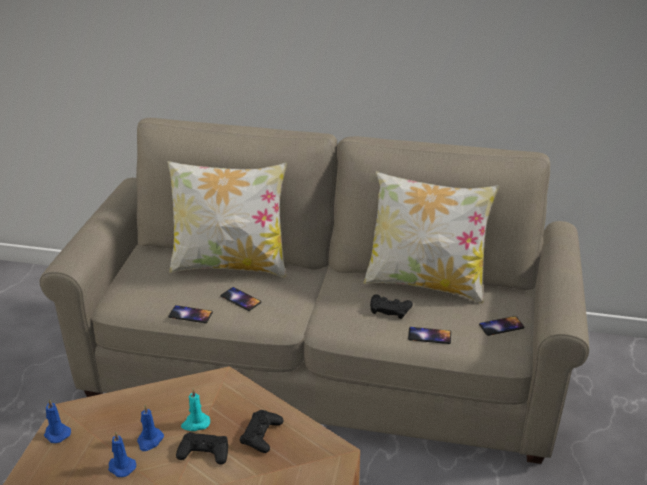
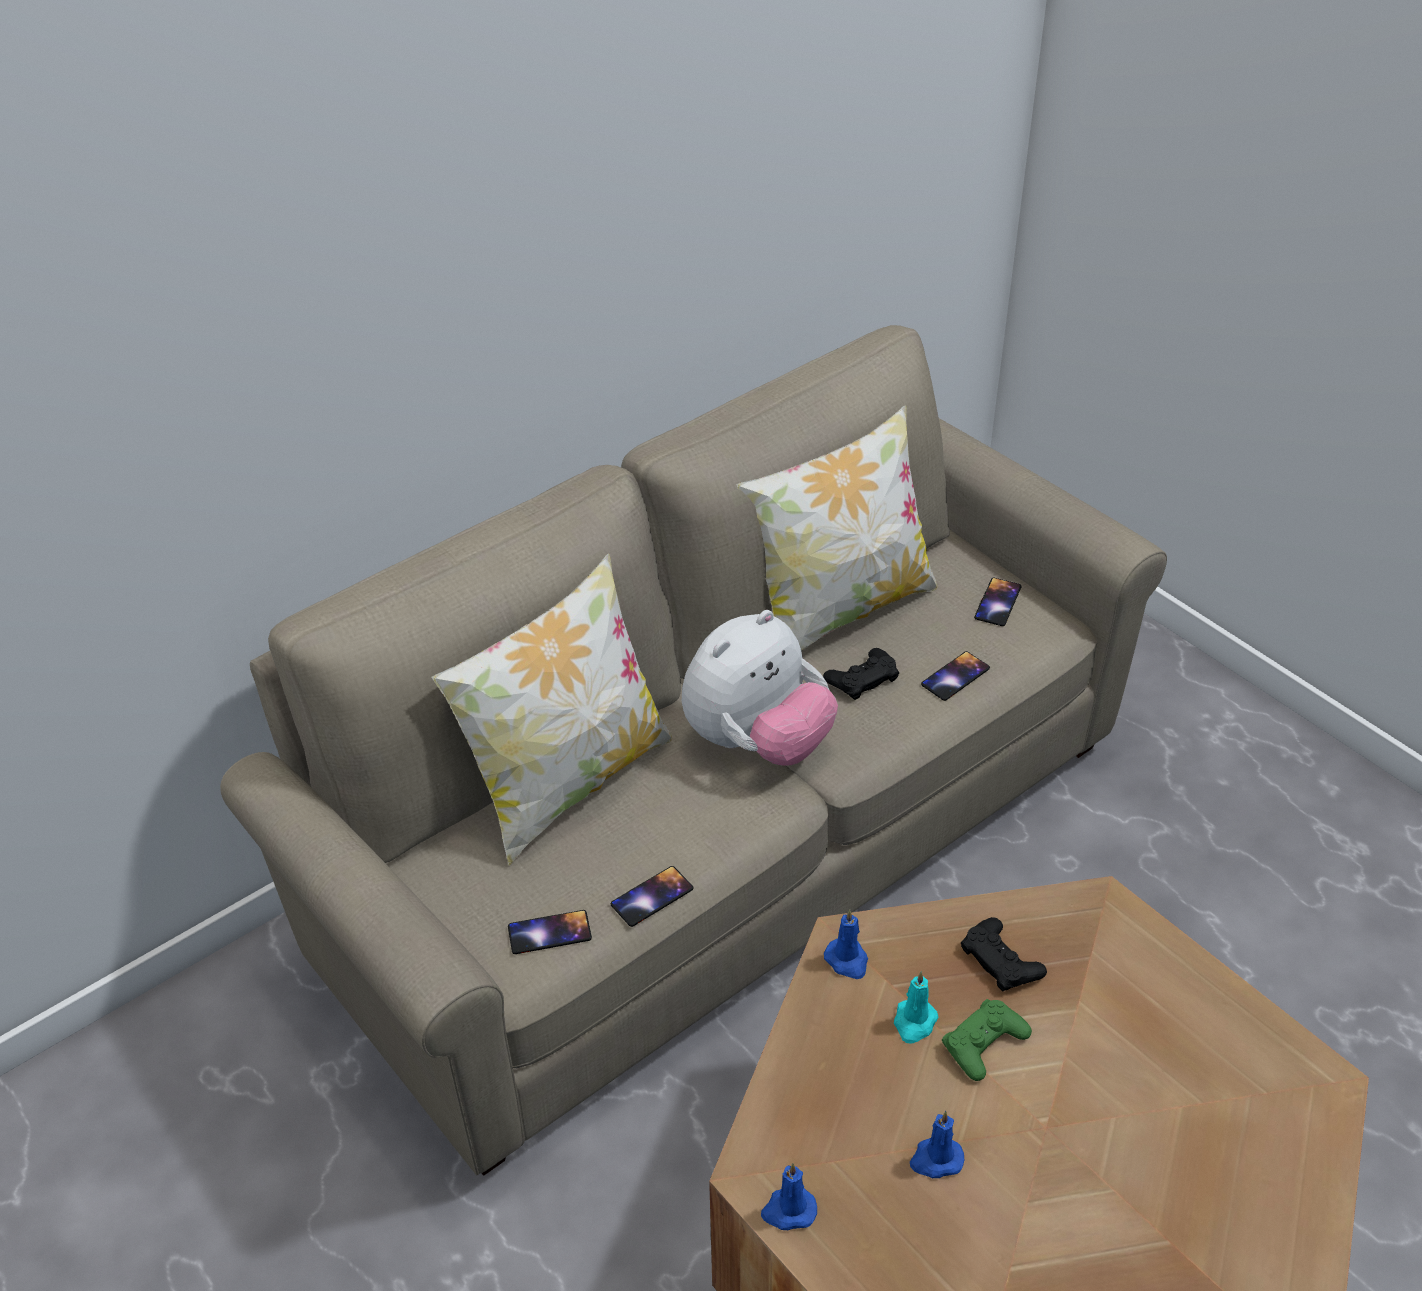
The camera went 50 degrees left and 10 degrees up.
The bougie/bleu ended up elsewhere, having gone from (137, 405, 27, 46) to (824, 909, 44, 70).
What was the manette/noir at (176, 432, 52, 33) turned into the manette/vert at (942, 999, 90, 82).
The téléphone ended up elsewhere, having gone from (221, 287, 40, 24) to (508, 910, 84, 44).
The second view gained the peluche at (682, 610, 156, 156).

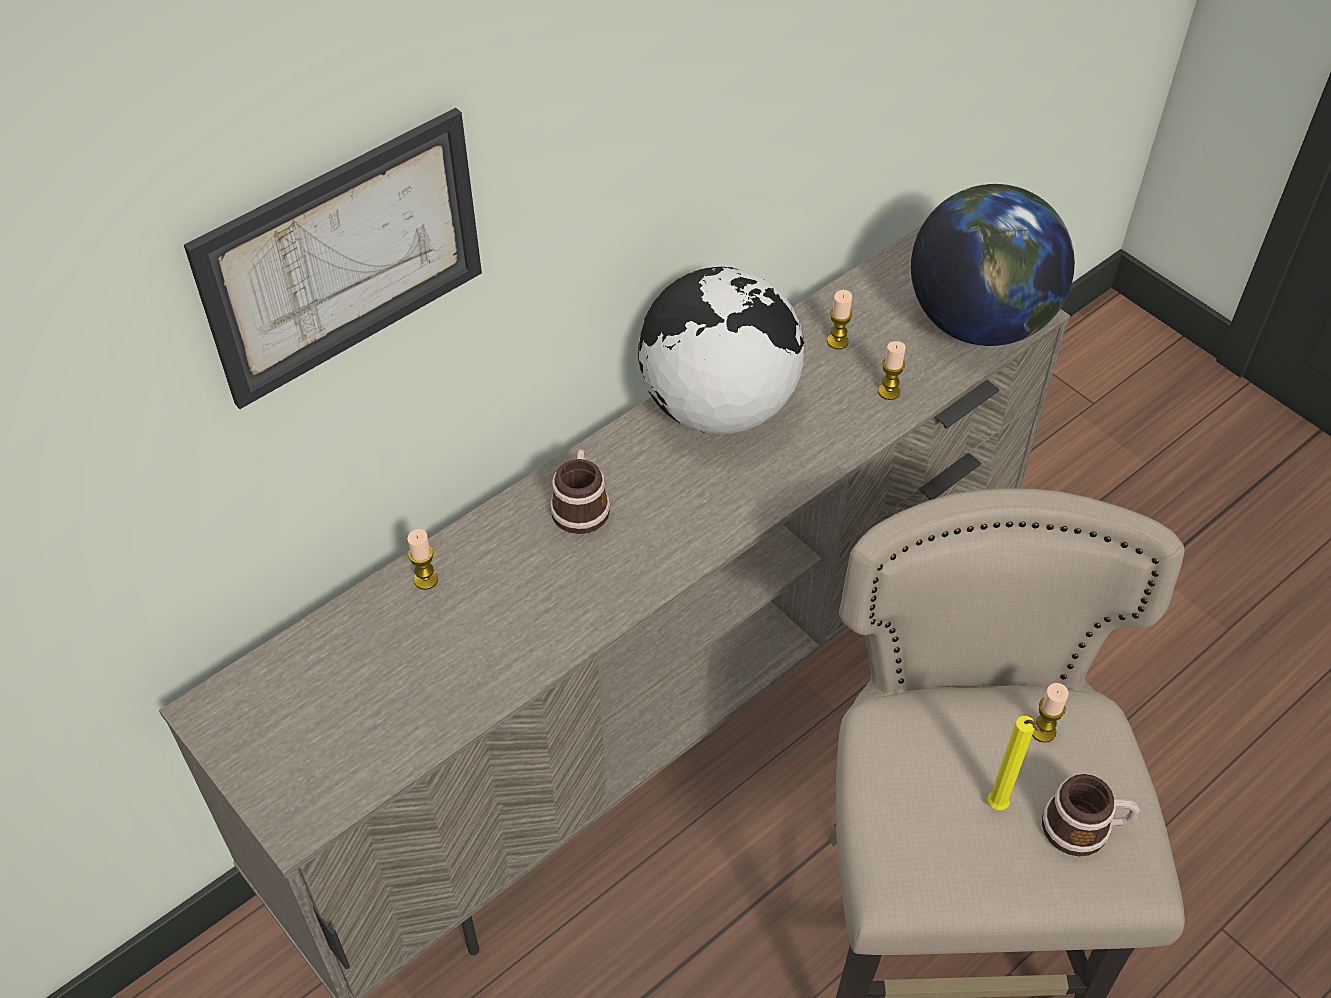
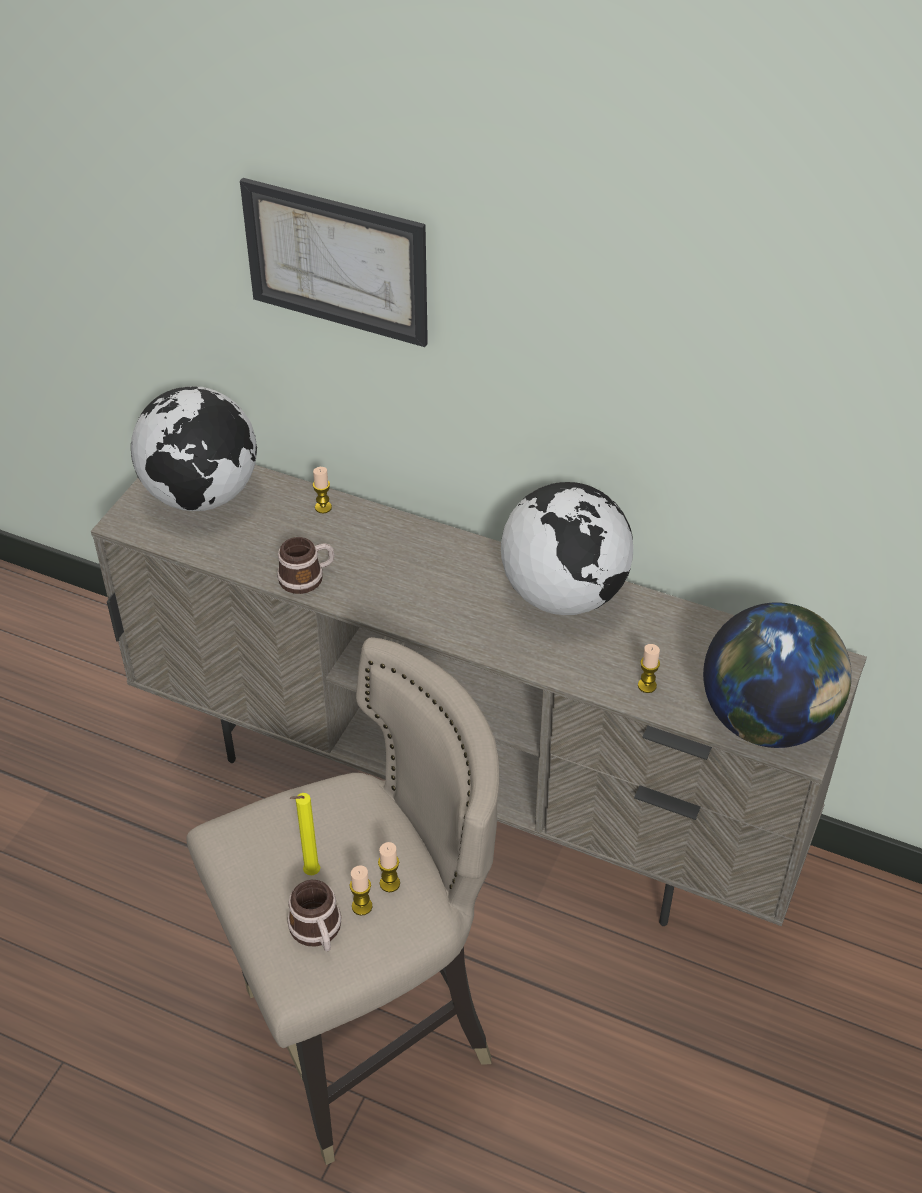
The camera went 65 degrees right and 5 degrees down.
The mug ended up elsewhere, having gone from (550, 449, 60, 85) to (277, 537, 58, 57).
The bougie ended up elsewhere, having gone from (827, 290, 25, 59) to (350, 865, 23, 51).
The second view gained the globe at (131, 386, 126, 125).

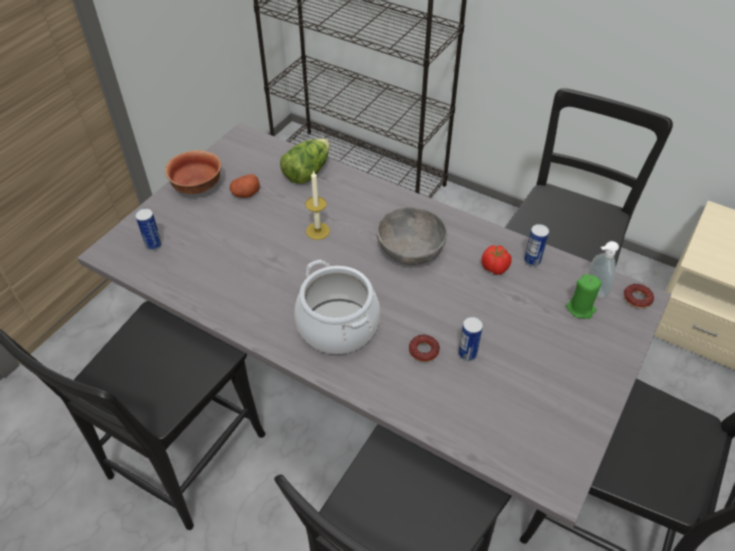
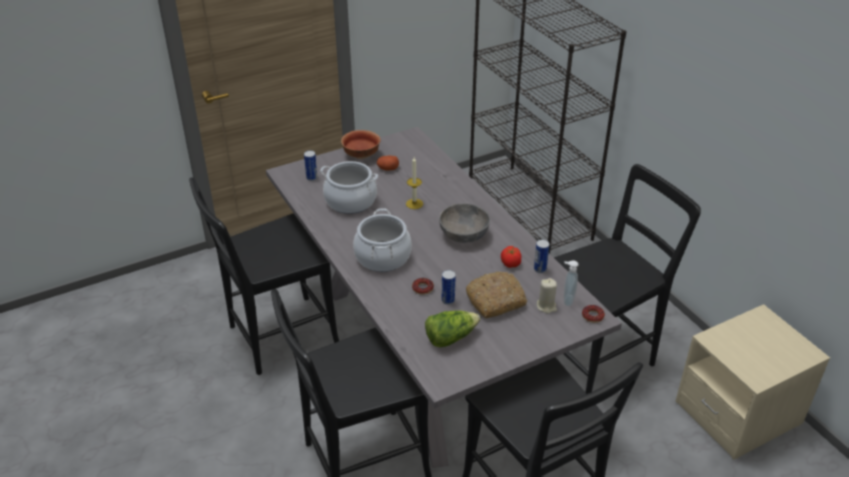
The camera went 30 degrees right and 10 degrees down.
The laitue ended up elsewhere, having gone from (280, 138, 50, 46) to (425, 310, 55, 37).
What was the bougie/vert at (566, 274, 36, 45) turned into the bougie/beige at (537, 278, 20, 36).
The second view gained the marmite at (320, 161, 58, 53).
The second view gained the pain at (466, 271, 61, 47).

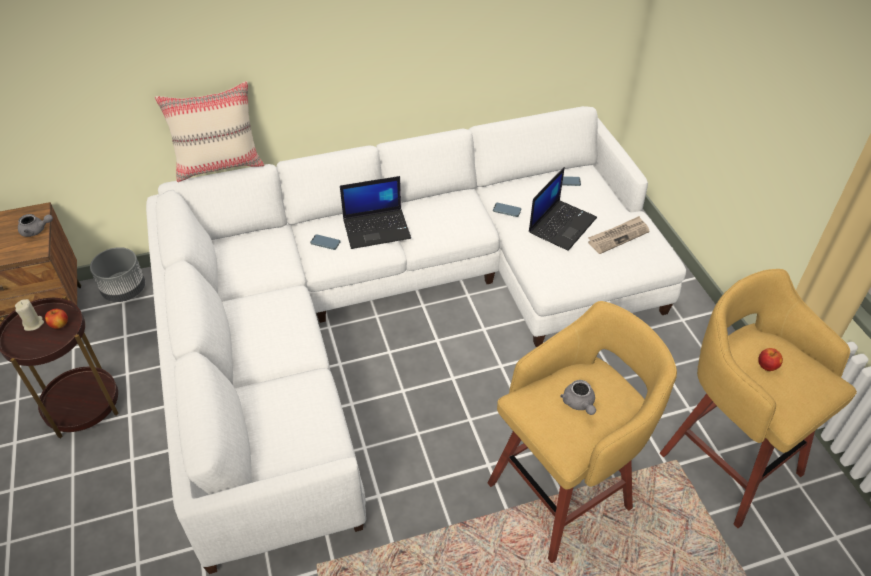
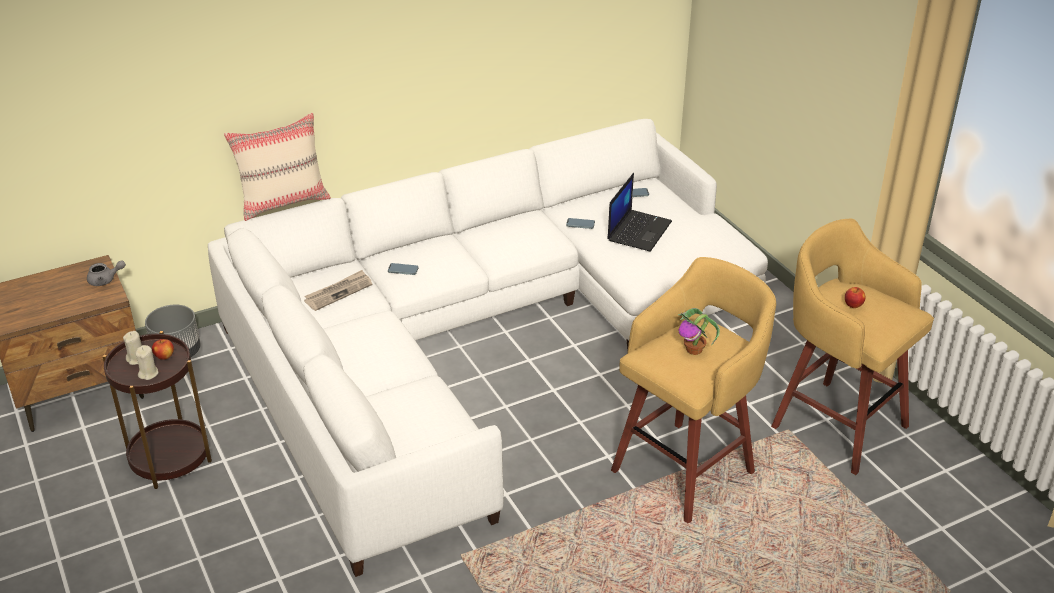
The camera went 10 degrees left and 10 degrees down.
The second view lost the ordinateur portable at (340, 176, 71, 73).
Where the théière/gris stood at (560, 380, 36, 35), the plante en pot came to stand at (678, 308, 42, 47).
The journal ended up elsewhere, having gone from (588, 216, 62, 38) to (304, 270, 68, 41).
The second view gained the bougie/beige at (135, 345, 23, 35).

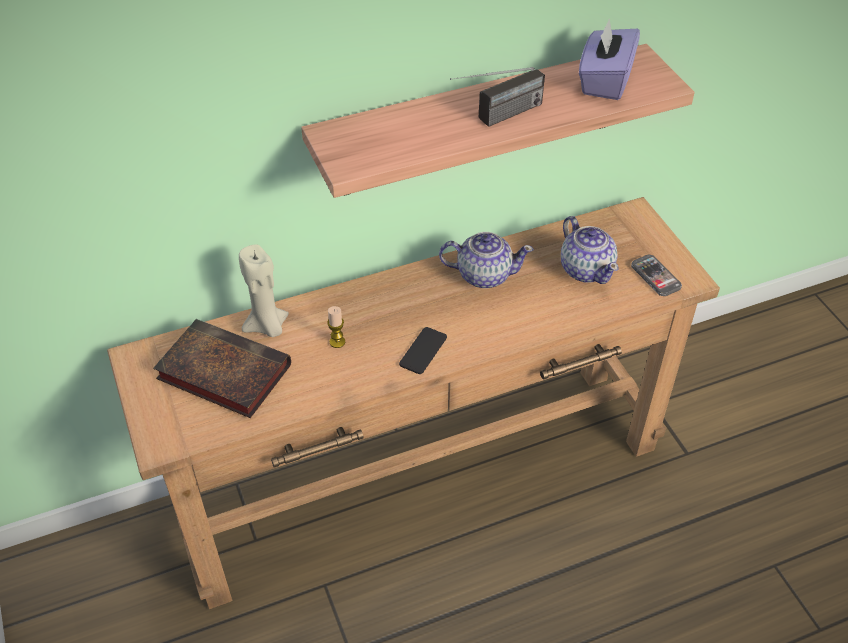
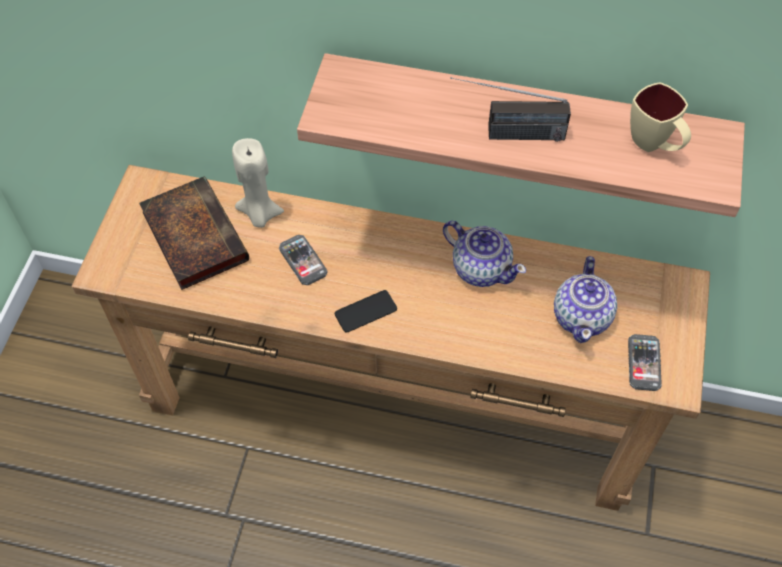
The camera went 35 degrees right and 10 degrees up.
Where the bougie stood at (327, 306, 18, 42), the téléphone came to stand at (279, 235, 49, 50).
Where the boîte à mouchoirs/violet stood at (579, 19, 61, 81), the mug/beige came to stand at (630, 82, 61, 70).

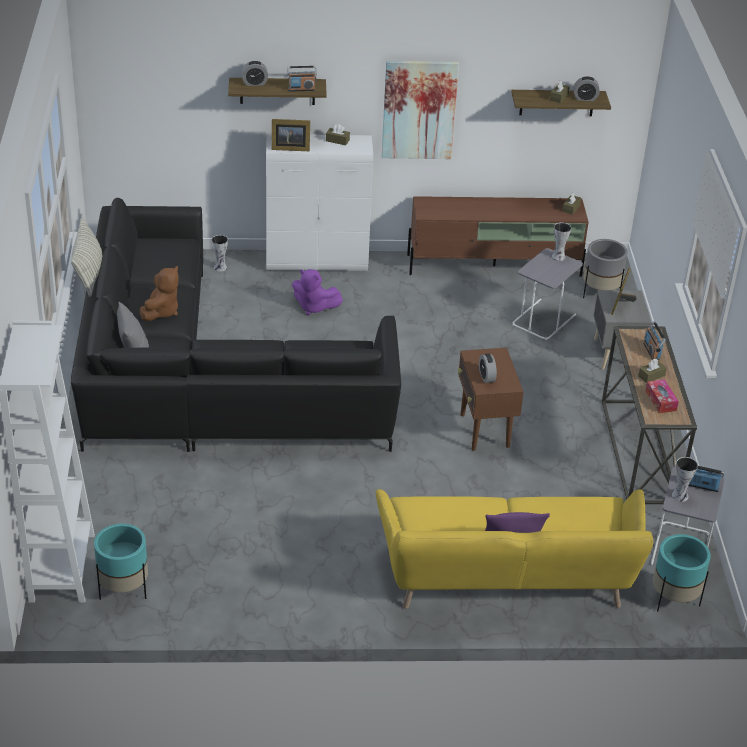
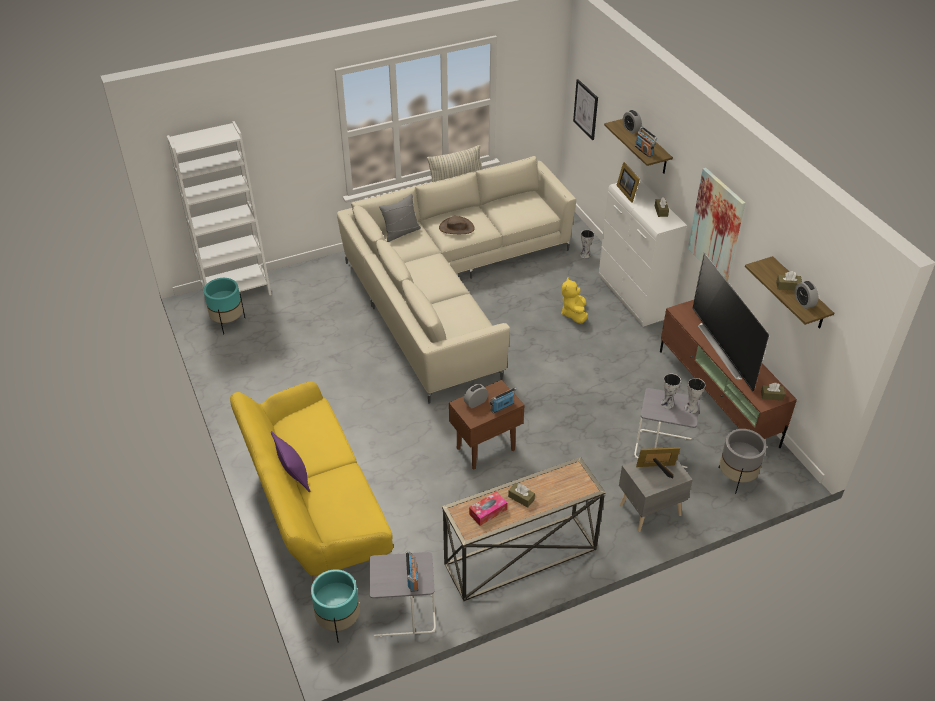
The camera went 70 degrees right and 5 degrees up.
What was the canapé/noir at (71, 198, 330, 254) turned into the canapé/beige at (337, 156, 239, 247).
Where the peluche/marron stood at (140, 266, 39, 55), the chapeau/marron came to stand at (439, 216, 36, 18).
What was the peluche/violet at (292, 269, 51, 46) turned into the peluche/jaune at (561, 277, 27, 47).
The radio ended up elsewhere, having gone from (643, 321, 23, 39) to (490, 387, 26, 26).
The vase ended up elsewhere, having gone from (672, 457, 26, 45) to (661, 374, 20, 35).
The second view gained the tableau at (573, 79, 25, 61).
The second view gained the téléviseur at (692, 252, 77, 140).

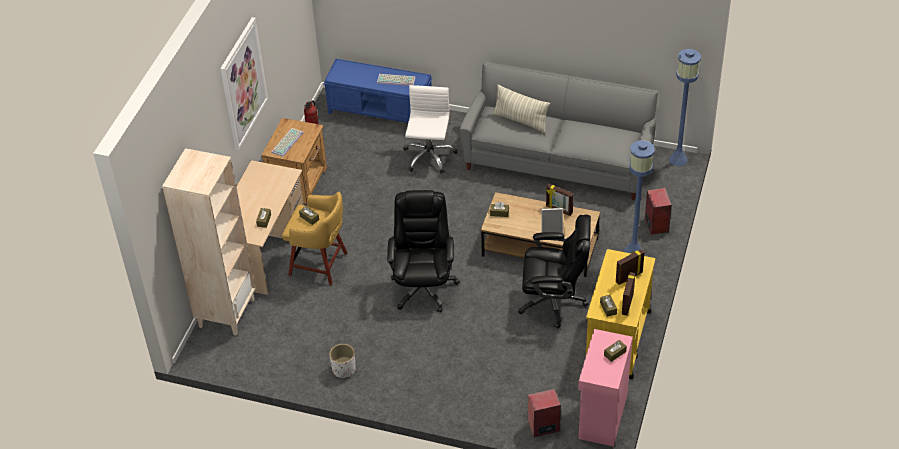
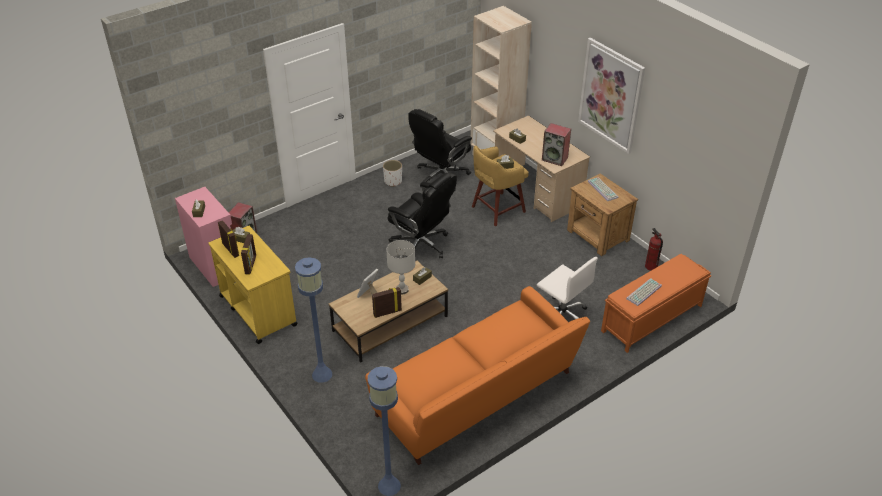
The camera went 125 degrees right and 5 degrees down.
What was the banc/bleu at (323, 59, 109, 64) turned into the banc/orange at (601, 254, 110, 99).
What was the canapé/gris at (459, 62, 199, 138) turned into the canapé/orange at (365, 286, 225, 179).
The second view lost the coussin at (492, 85, 58, 48).
The chaise de bureau/noir ended up elsewhere, having gone from (518, 215, 73, 113) to (408, 109, 64, 83).
The enceinte ended up elsewhere, having gone from (645, 188, 27, 47) to (542, 123, 29, 43).
The second view gained the lampe de table/gris at (386, 240, 29, 54).

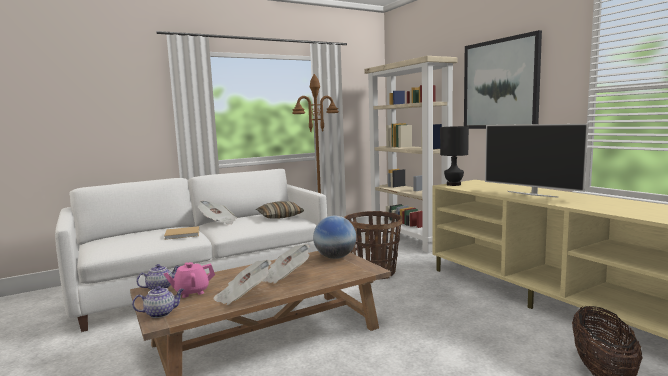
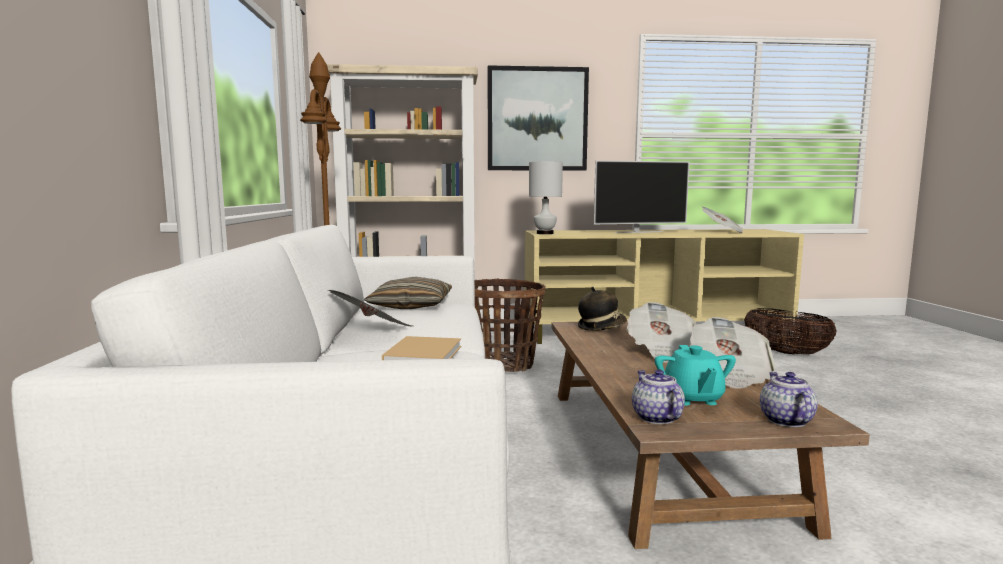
The camera went 65 degrees left and 0 degrees up.
What was the théière/rose at (164, 262, 51, 36) turned into the théière/turquoise at (655, 345, 81, 61).
Where the globe stood at (313, 215, 43, 44), the chapeau came to stand at (578, 287, 49, 44).
What was the lampe de table/noir at (440, 126, 29, 60) turned into the lampe de table/blanc at (529, 161, 34, 73).
The second view gained the journal at (701, 206, 42, 27).

